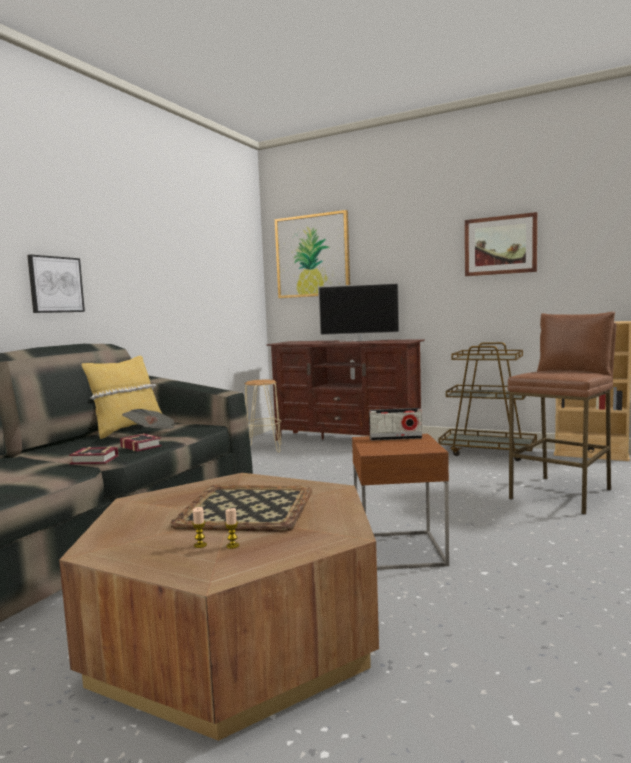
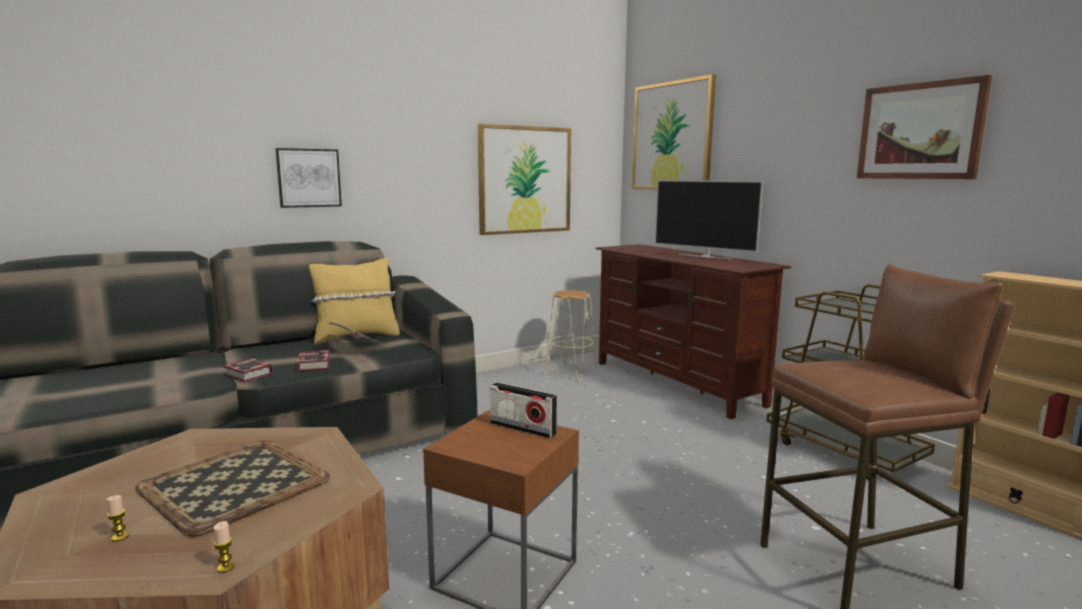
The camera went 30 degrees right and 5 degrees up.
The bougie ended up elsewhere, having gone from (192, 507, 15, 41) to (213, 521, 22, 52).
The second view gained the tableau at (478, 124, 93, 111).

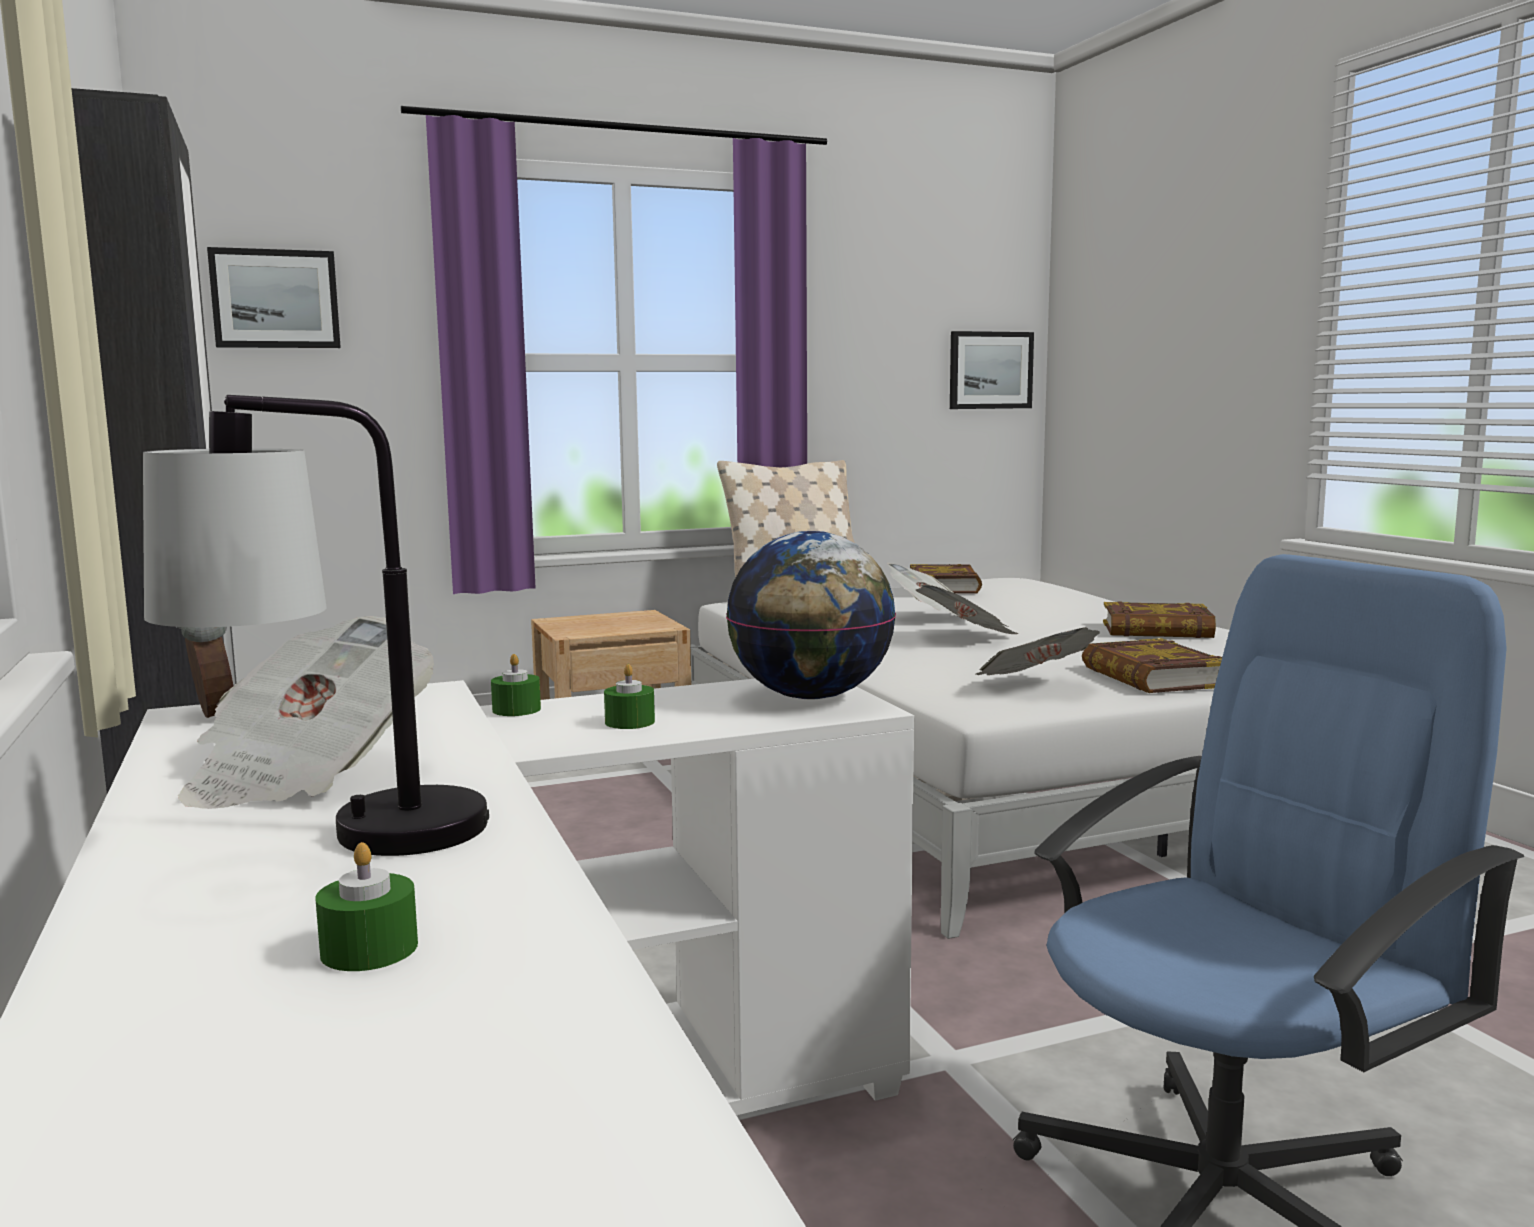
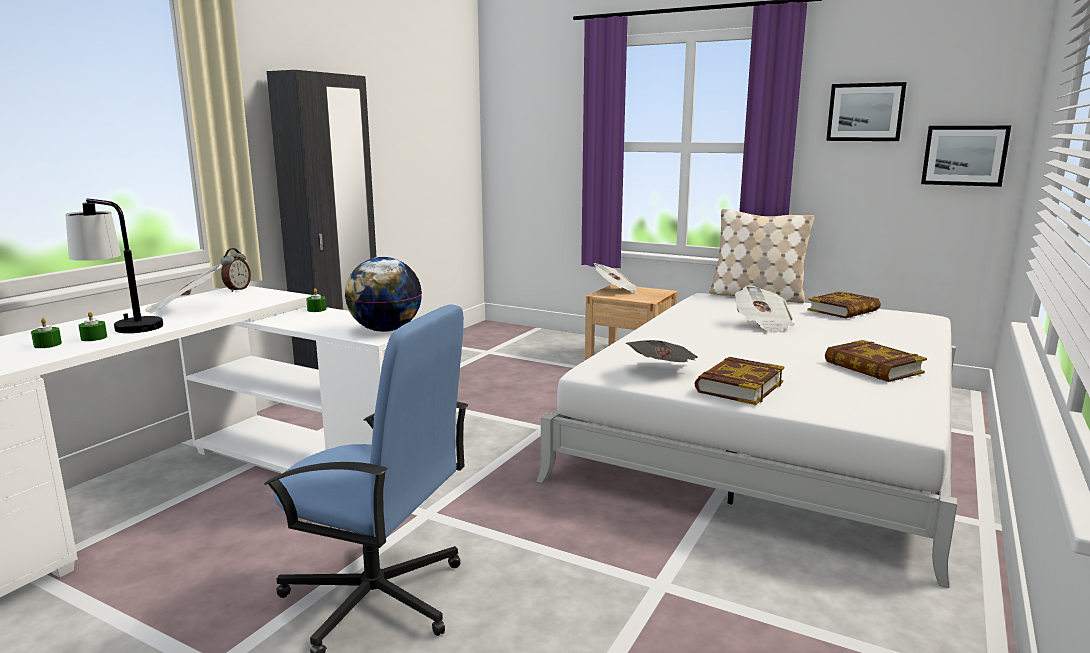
The camera went 50 degrees right and 5 degrees up.
The tableau ended up elsewhere, having gone from (207, 247, 134, 101) to (826, 82, 81, 59).
The bougie/vert ended up elsewhere, having gone from (604, 664, 51, 65) to (78, 312, 29, 29).
The journal ended up elsewhere, having gone from (916, 585, 103, 49) to (593, 263, 45, 31).

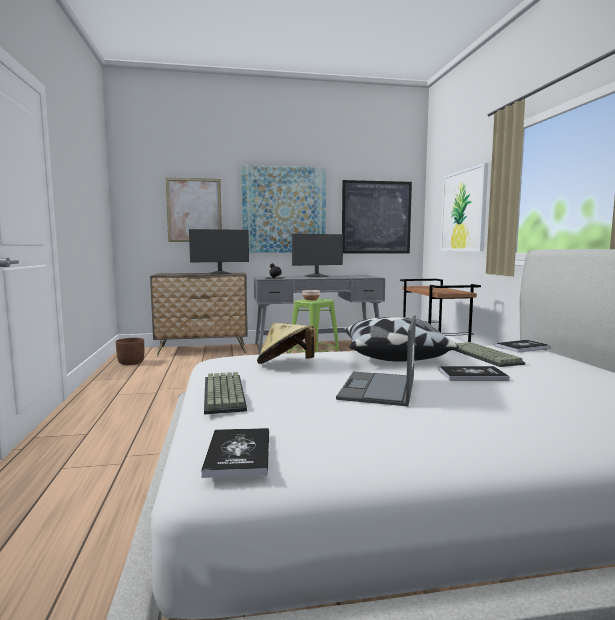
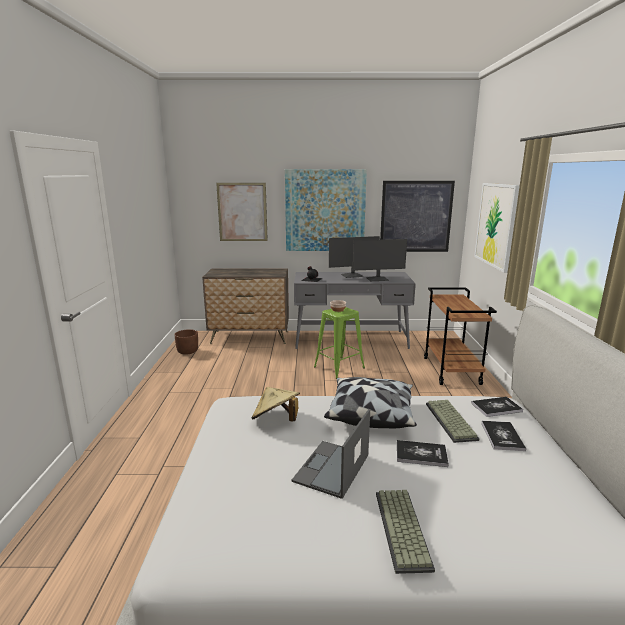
The camera went 10 degrees right and 10 degrees up.
The écran d'ordinateur ended up elsewhere, having gone from (189, 229, 60, 45) to (353, 239, 54, 42).
The livre ended up elsewhere, having gone from (201, 428, 68, 50) to (481, 421, 45, 30).
The clavier ended up elsewhere, having gone from (204, 372, 43, 43) to (376, 490, 59, 84).

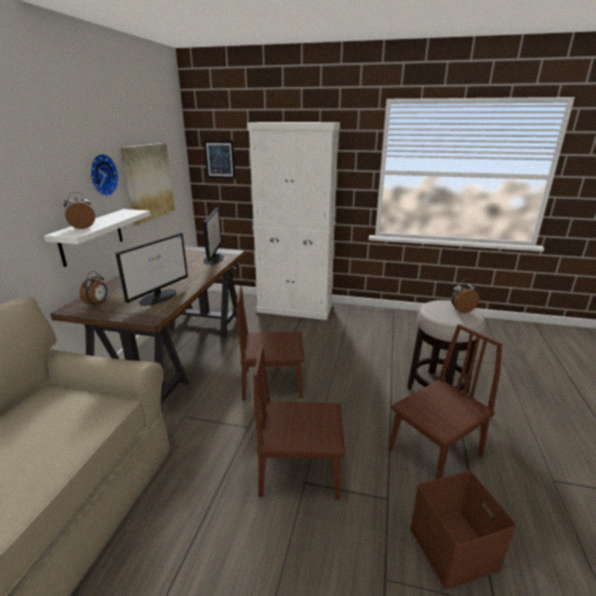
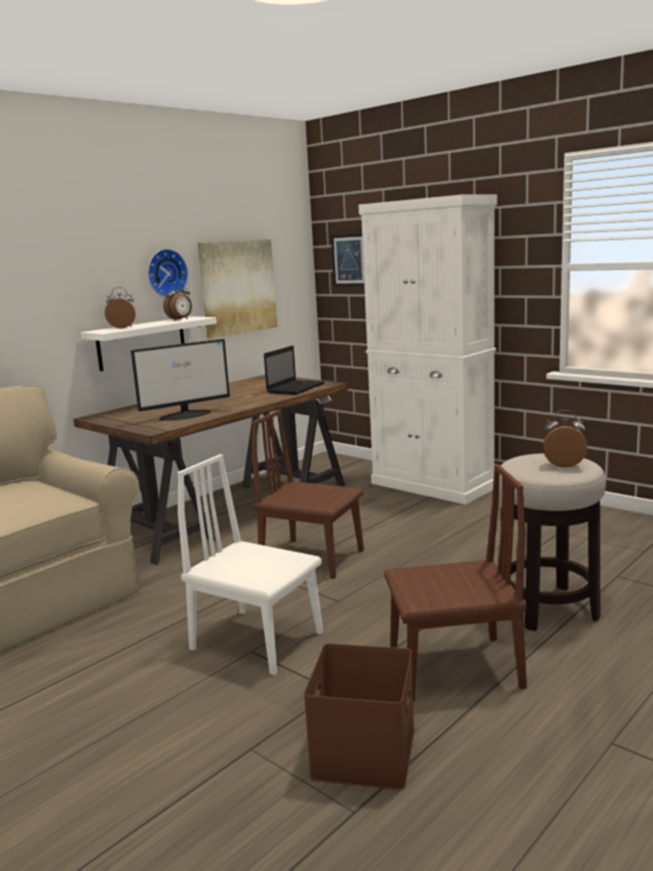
The camera went 30 degrees right and 10 degrees down.
The réveil ended up elsewhere, having gone from (80, 271, 27, 35) to (163, 282, 29, 38).
Where the écran d'ordinateur stood at (203, 208, 21, 57), the ordinateur portable came to stand at (264, 345, 61, 50).
What was the chaise/marron at (253, 345, 92, 155) turned into the chaise/blanc at (178, 454, 145, 221).

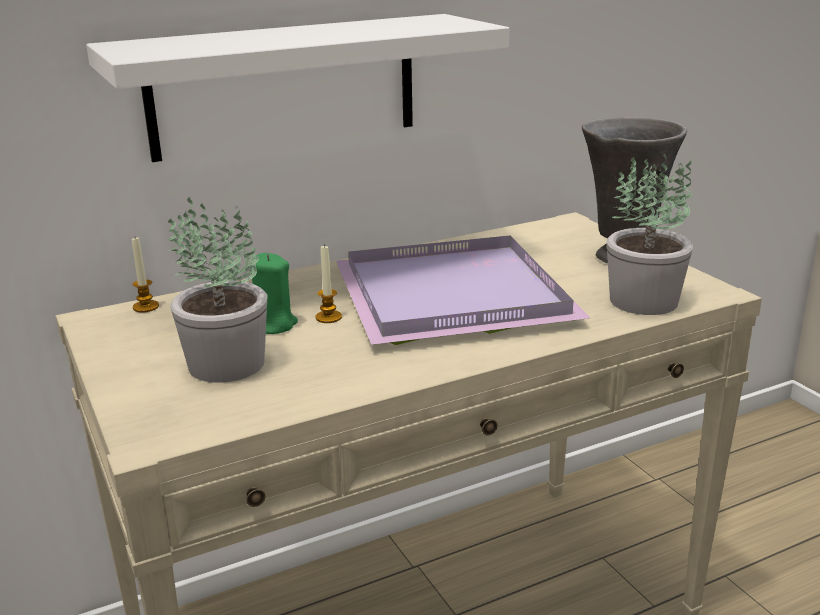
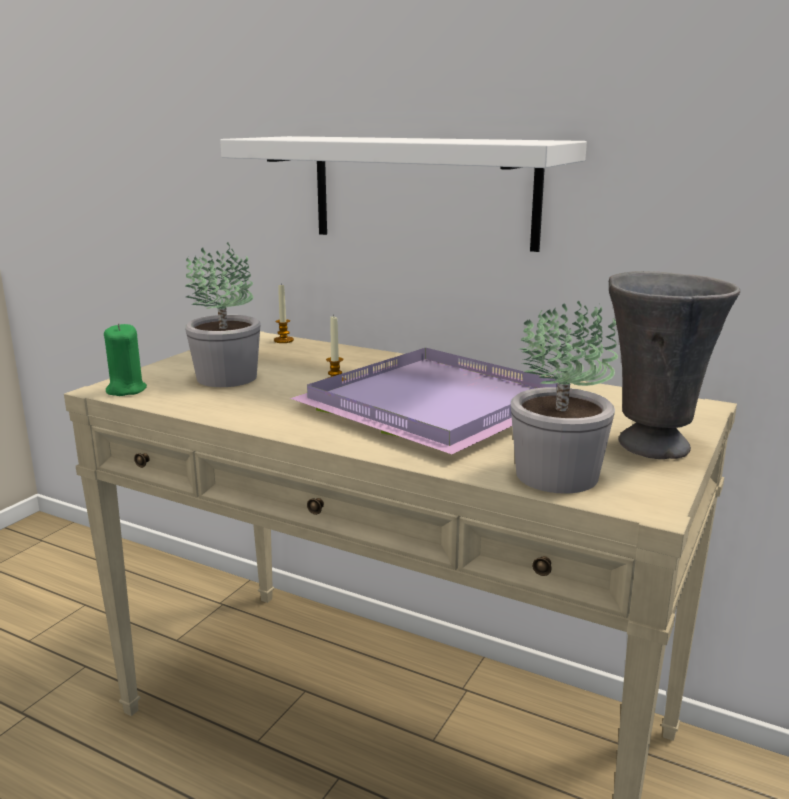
The camera went 55 degrees right and 5 degrees down.
The bougie/vert ended up elsewhere, having gone from (250, 253, 48, 81) to (104, 323, 43, 73).

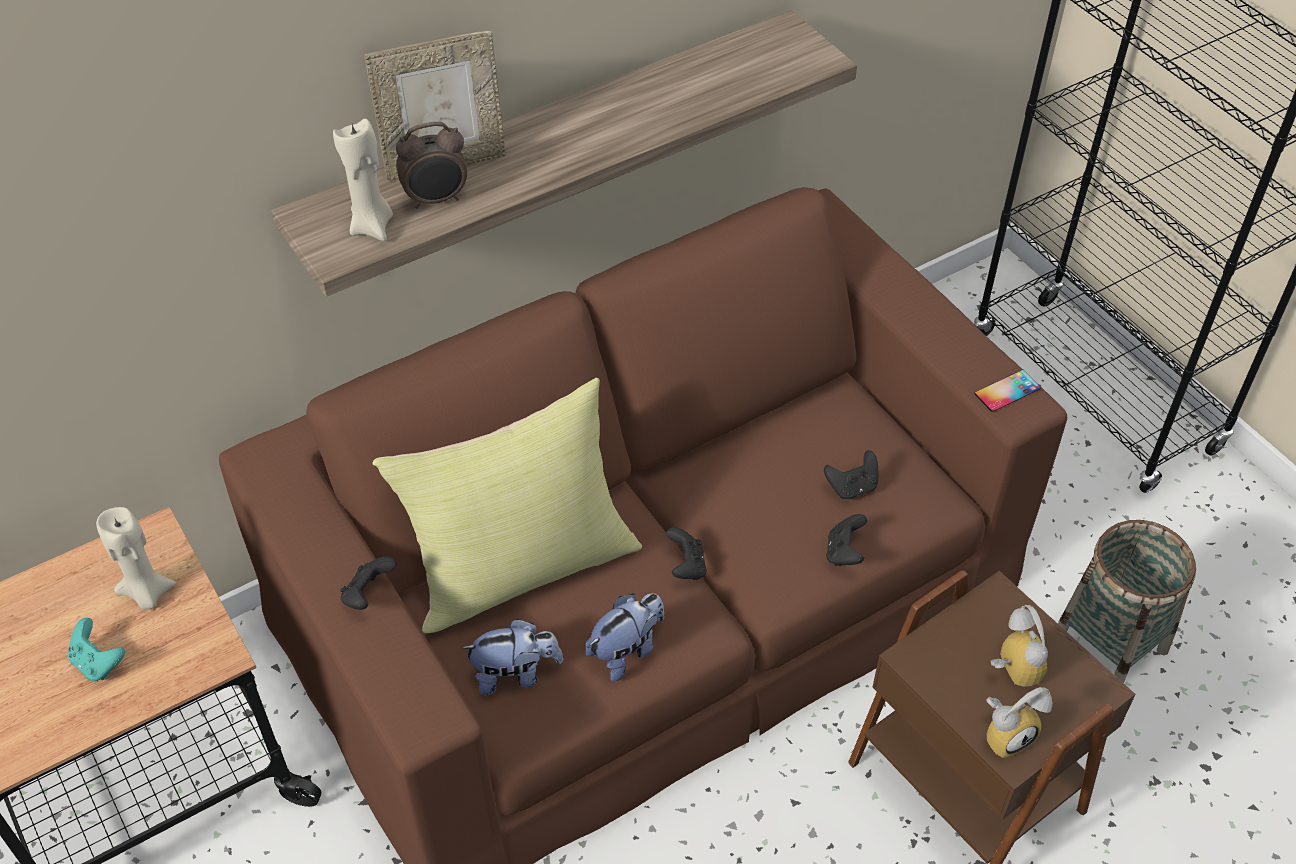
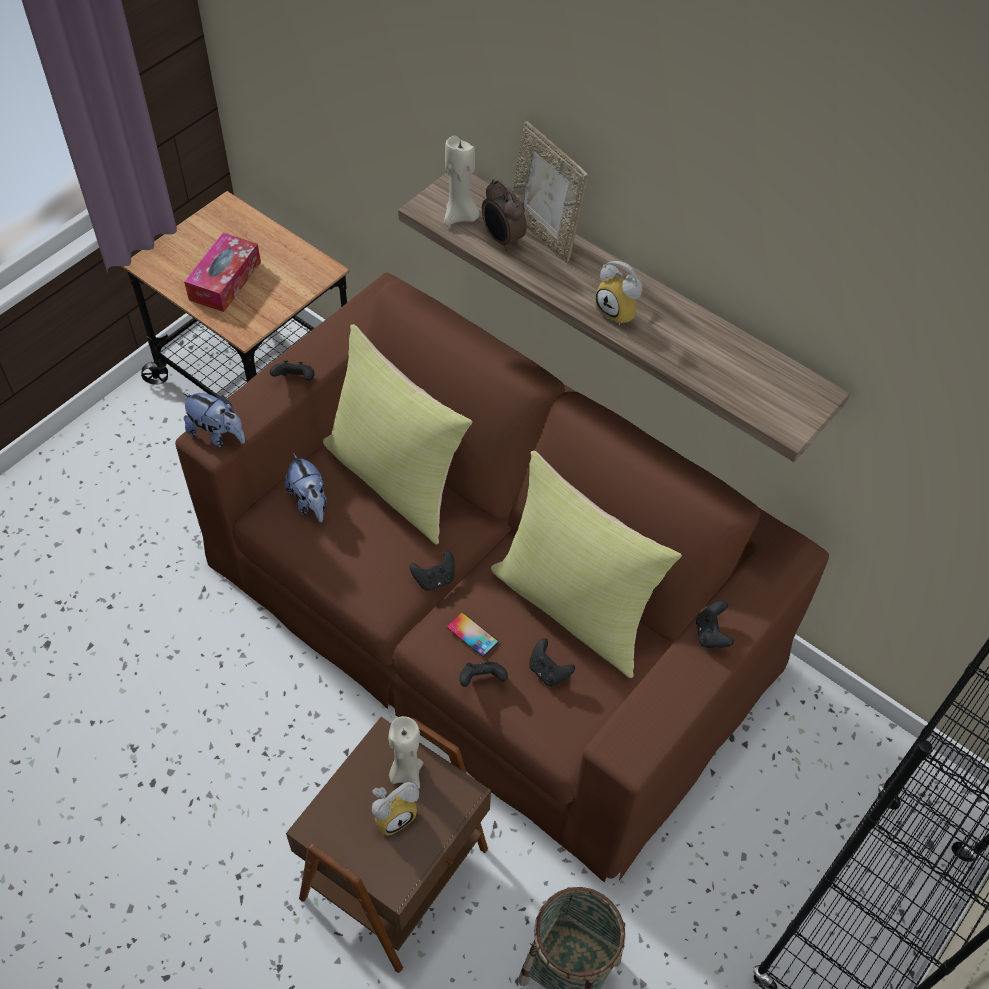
The camera went 70 degrees right and 5 degrees up.
Where the manette/turquoise stood at (68, 618, 57, 63), the boîte à mouchoirs came to stand at (184, 233, 77, 79).
The bougie/beige ended up elsewhere, having gone from (96, 507, 80, 102) to (388, 716, 35, 73).
The peluche ended up elsewhere, having gone from (585, 593, 79, 89) to (182, 392, 63, 55).
The téléphone ended up elsewhere, having gone from (974, 370, 67, 42) to (447, 612, 51, 45).
The réveil ended up elsewhere, having gone from (986, 687, 67, 71) to (595, 261, 47, 64).
The second view gained the coussin/jaune at (491, 451, 191, 227).
The second view gained the manette/noir at (696, 601, 38, 47).

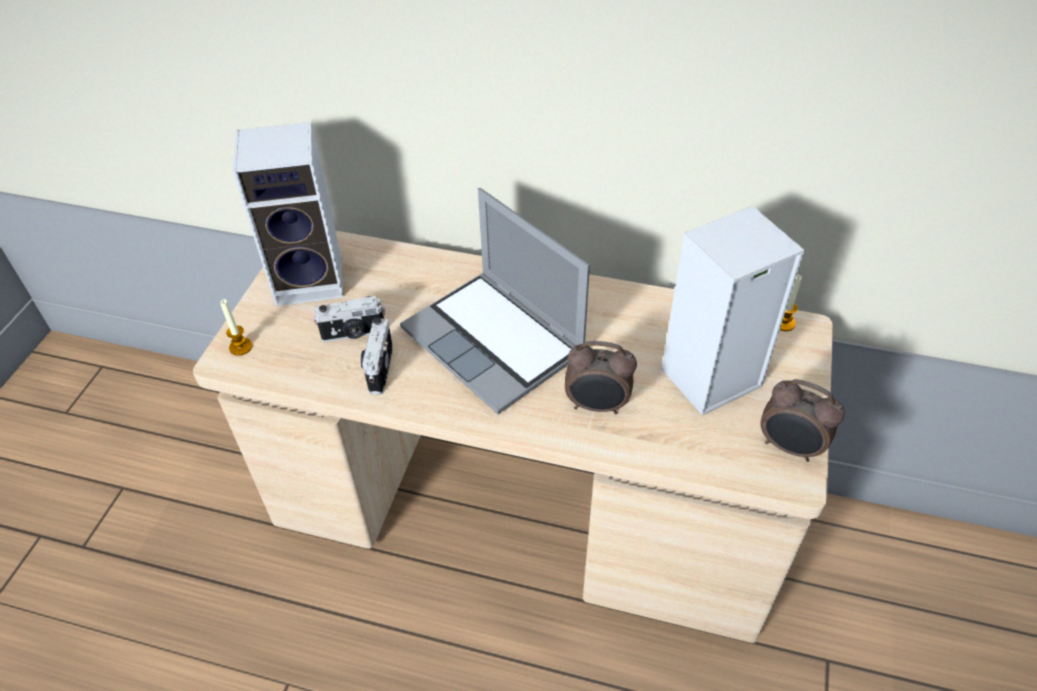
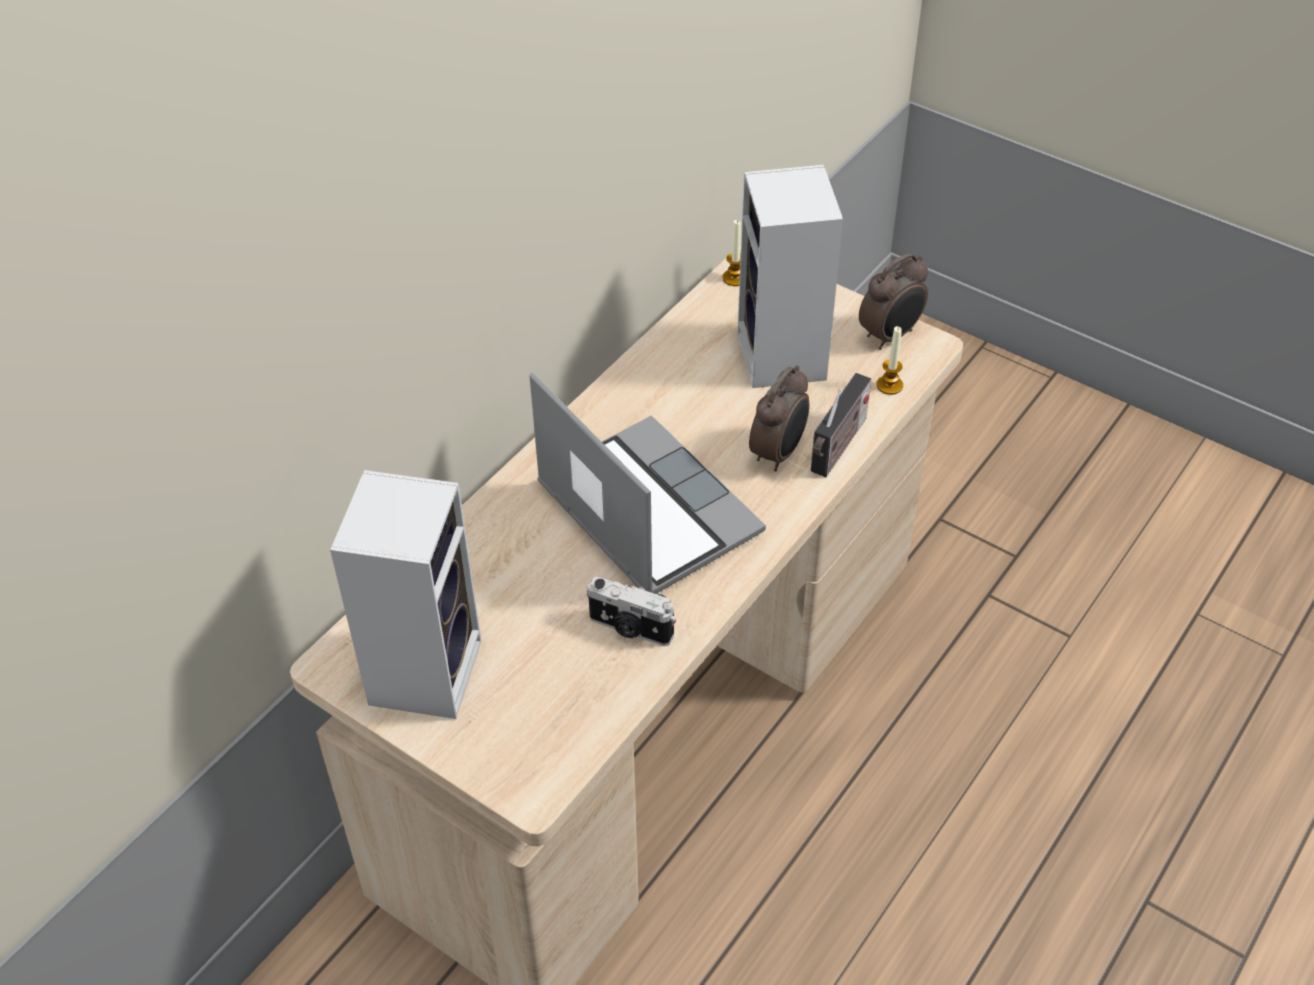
The camera went 70 degrees left and 0 degrees up.
The bougie ended up elsewhere, having gone from (220, 299, 32, 57) to (877, 326, 26, 69).
The second view lost the appareil photo at (314, 296, 71, 46).
The ordinateur portable at (400, 188, 190, 226) ended up facing another way, 105 degrees counterclockwise from before.
The second view gained the radio at (811, 373, 60, 104).

